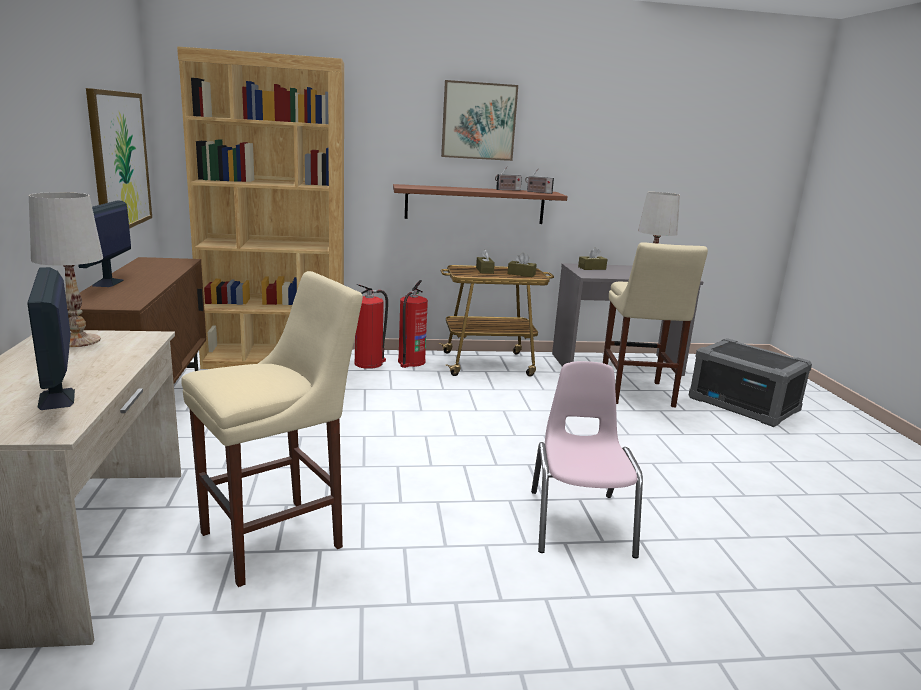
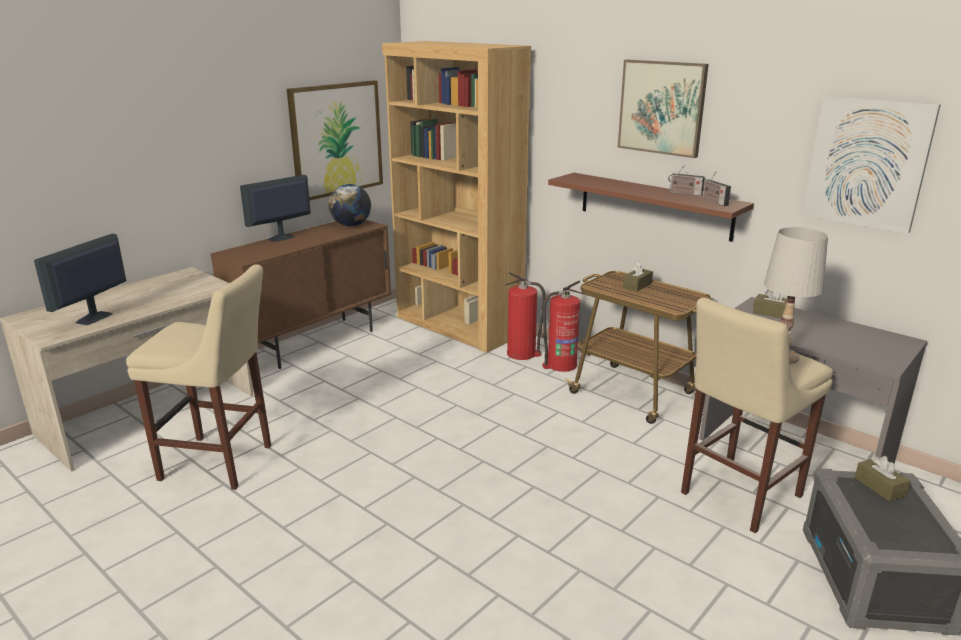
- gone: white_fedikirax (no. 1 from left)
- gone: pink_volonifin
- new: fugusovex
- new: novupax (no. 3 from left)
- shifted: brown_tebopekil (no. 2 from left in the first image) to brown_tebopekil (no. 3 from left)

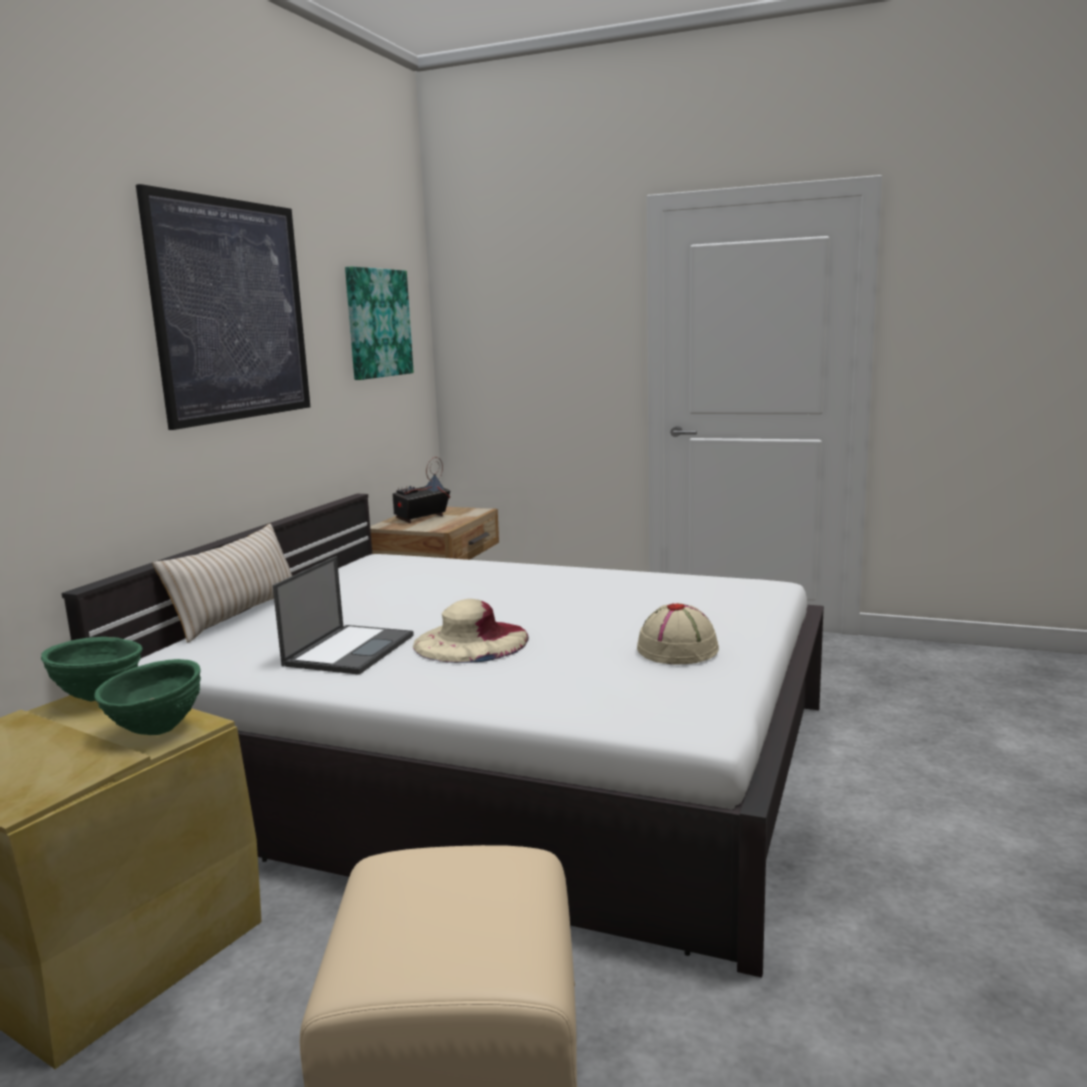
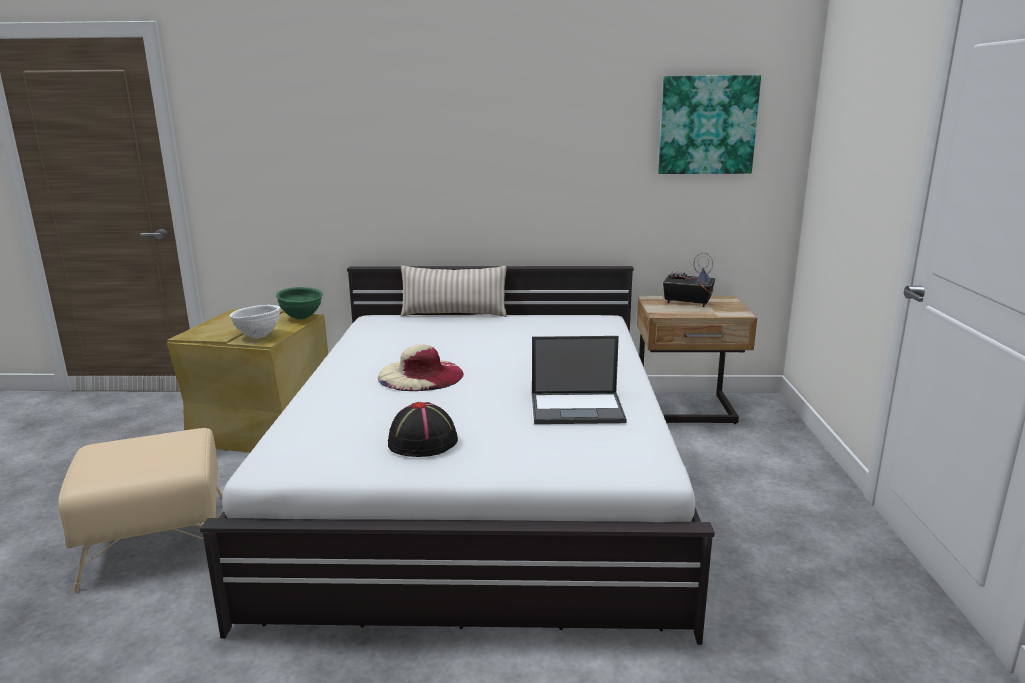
- gone: novupax (no. 1 from left)
- shifted: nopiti
- repainted: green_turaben (no. 2 from left) to white_turaben
- repainted: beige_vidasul (no. 2 from left) to black_vidasul

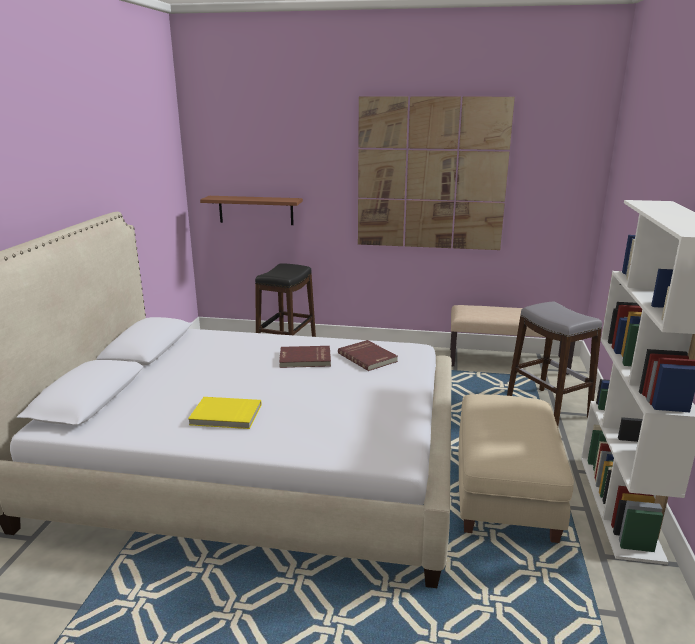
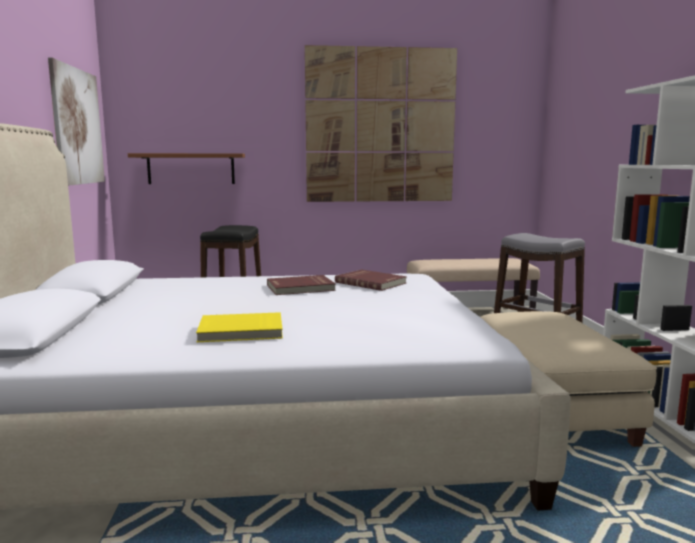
- new: novupax (no. 1 from left)

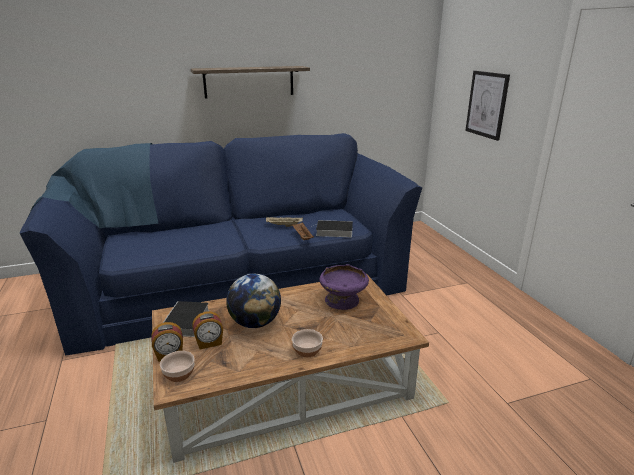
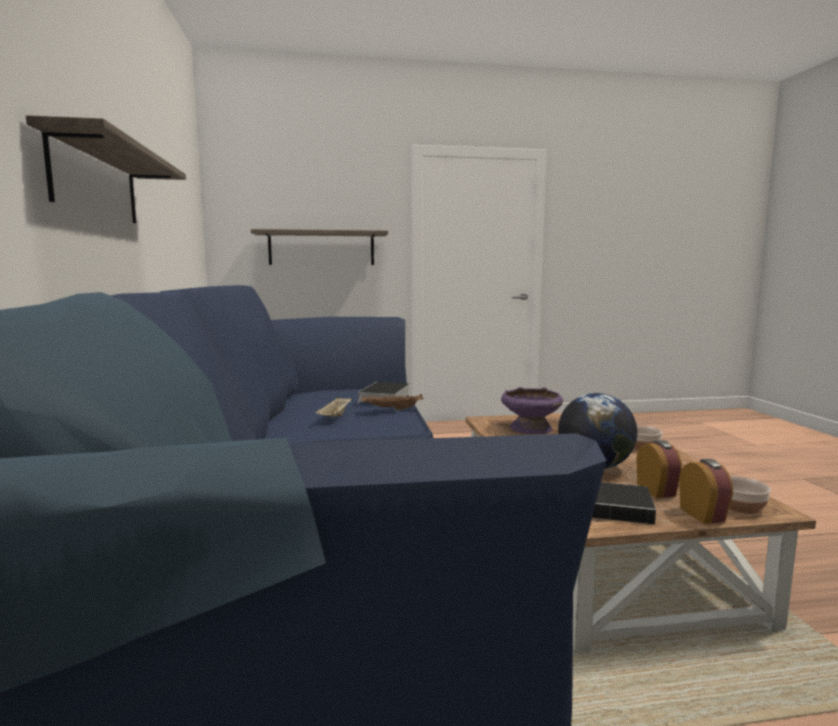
- swapped: novupax to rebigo (no. 2 from left)

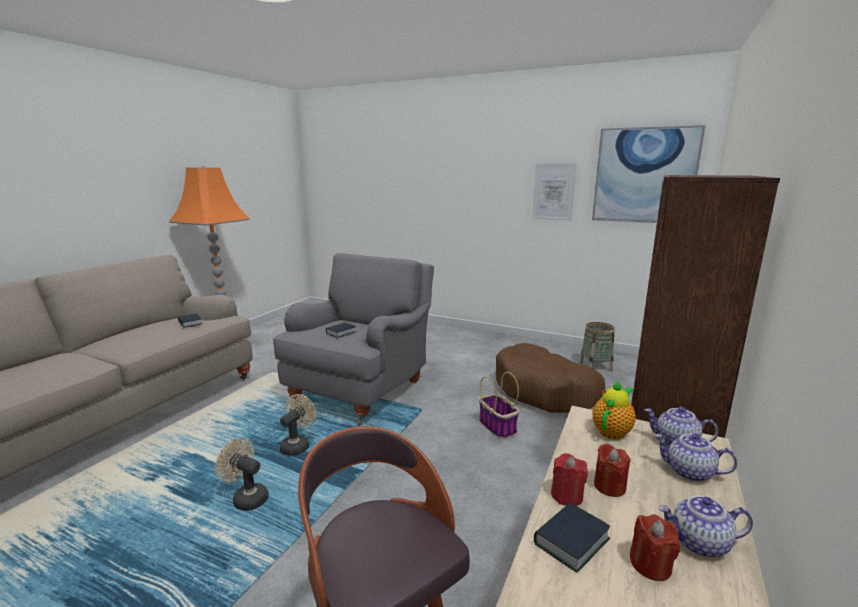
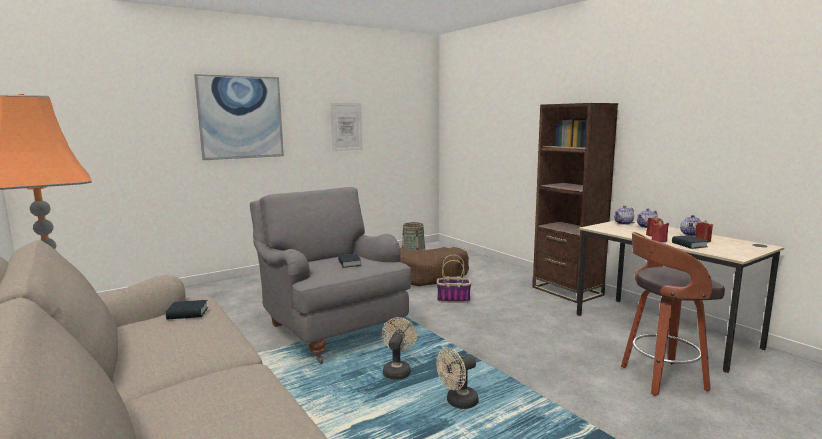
- gone: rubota (no. 1 from left)
- shifted: novupax (no. 2 from left in the first image) to novupax (no. 1 from left)
- rotated: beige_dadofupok (no. 2 from left in the first image) 45 degrees clockwise

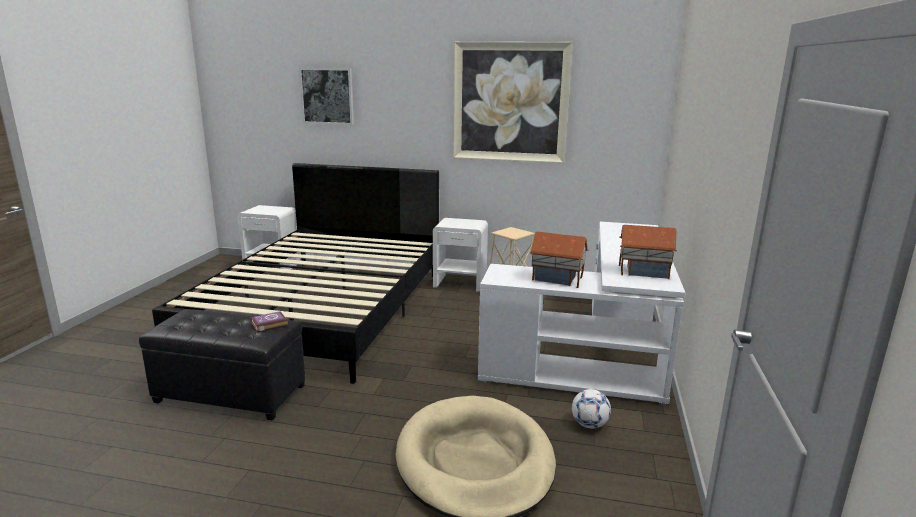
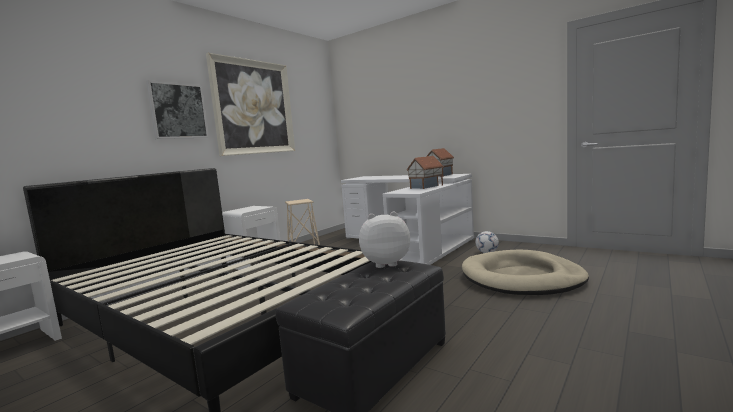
- shifted: novupax (no. 1 from left)
- swapped: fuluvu to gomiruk

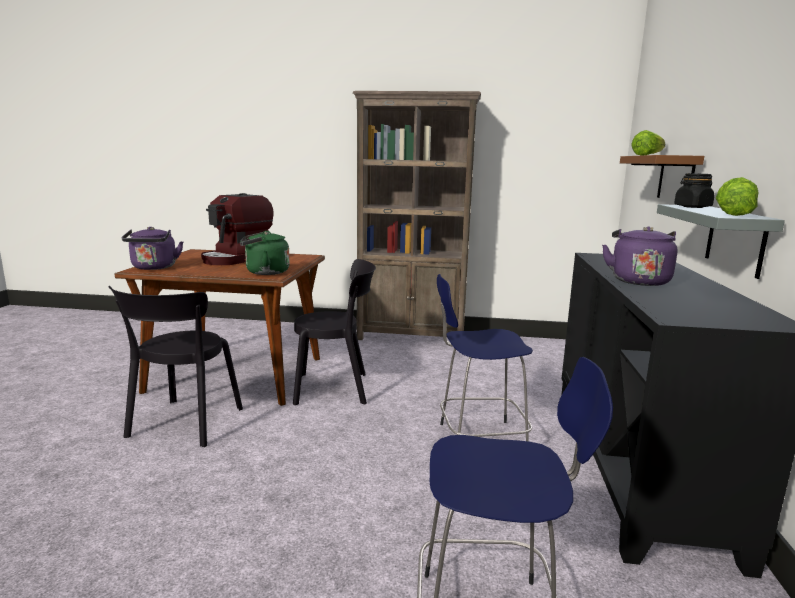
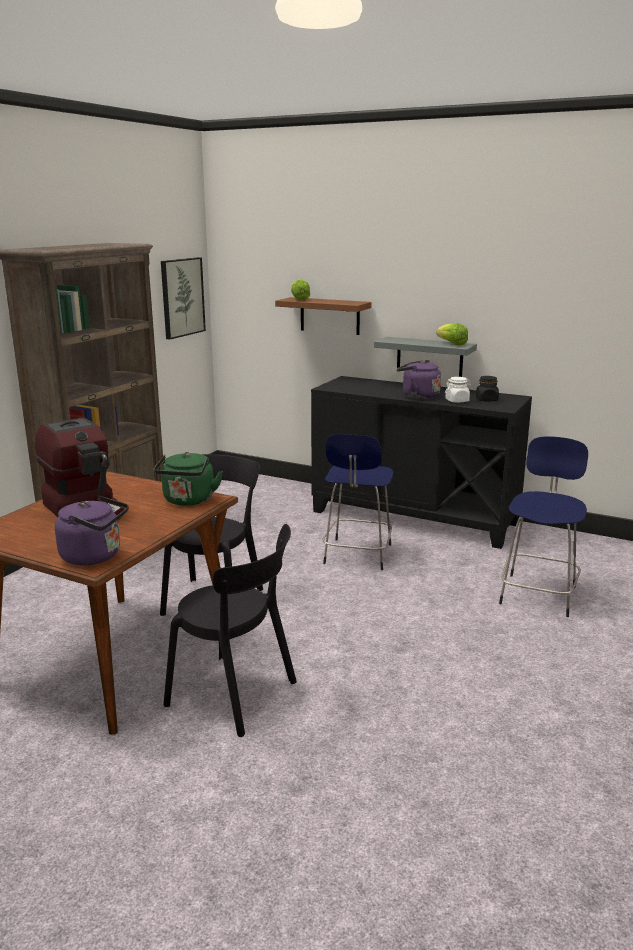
- new: novupax
- new: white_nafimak
- shifted: black_nafimak

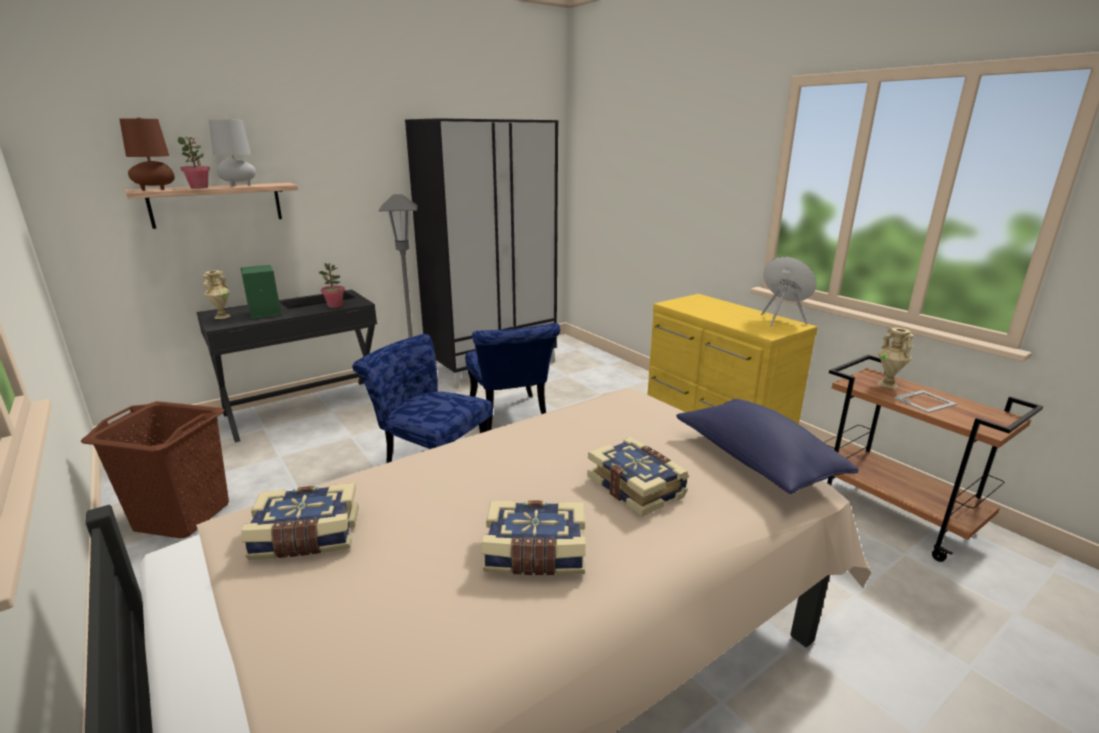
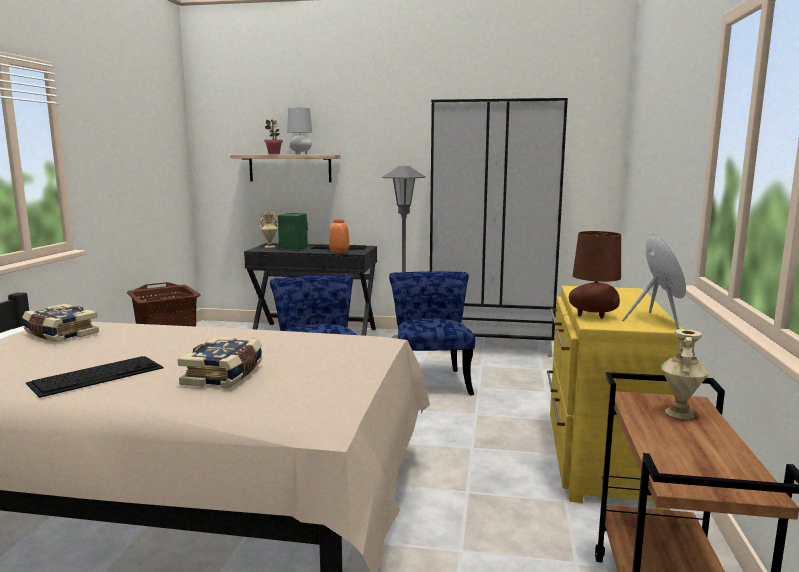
- gone: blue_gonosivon
- gone: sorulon
- shifted: brown_fedikirax
- swapped: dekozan (no. 2 from left) to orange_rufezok
- swapped: fuluvu (no. 2 from left) to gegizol (no. 1 from left)
- rotated: blue_volonifin (no. 2 from left) 150 degrees clockwise

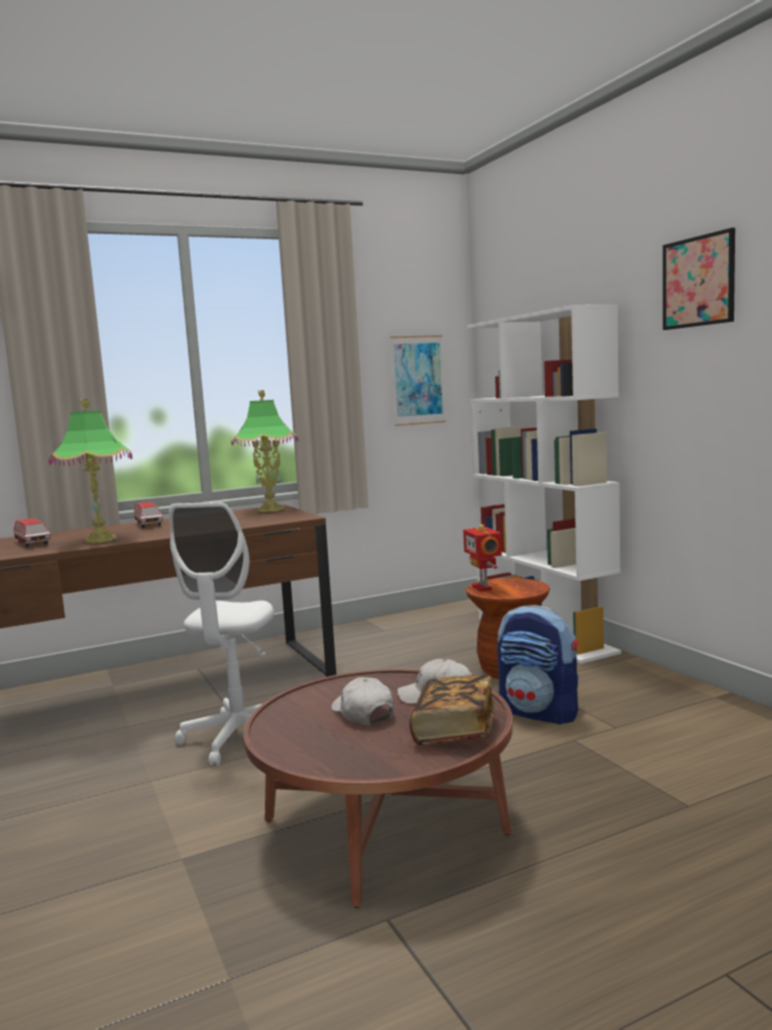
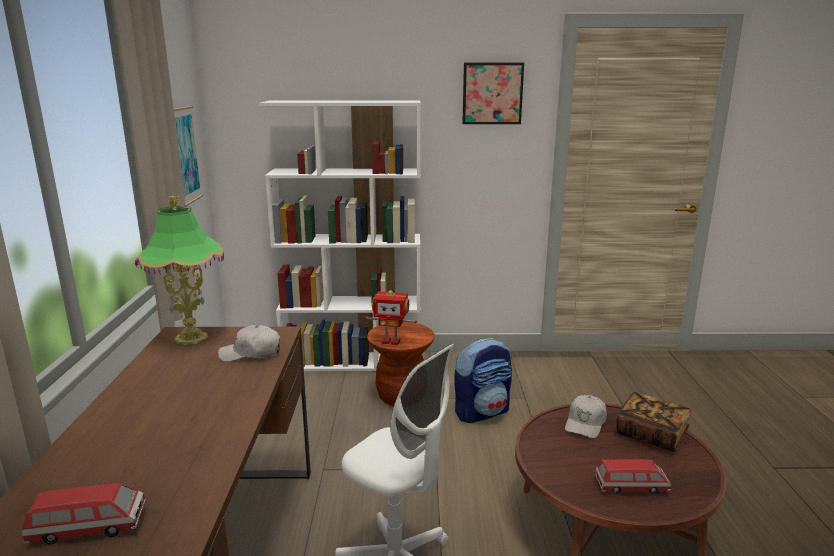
- gone: fedikirax (no. 1 from left)
- shifted: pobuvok (no. 2 from left)
- shifted: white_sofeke (no. 1 from left)

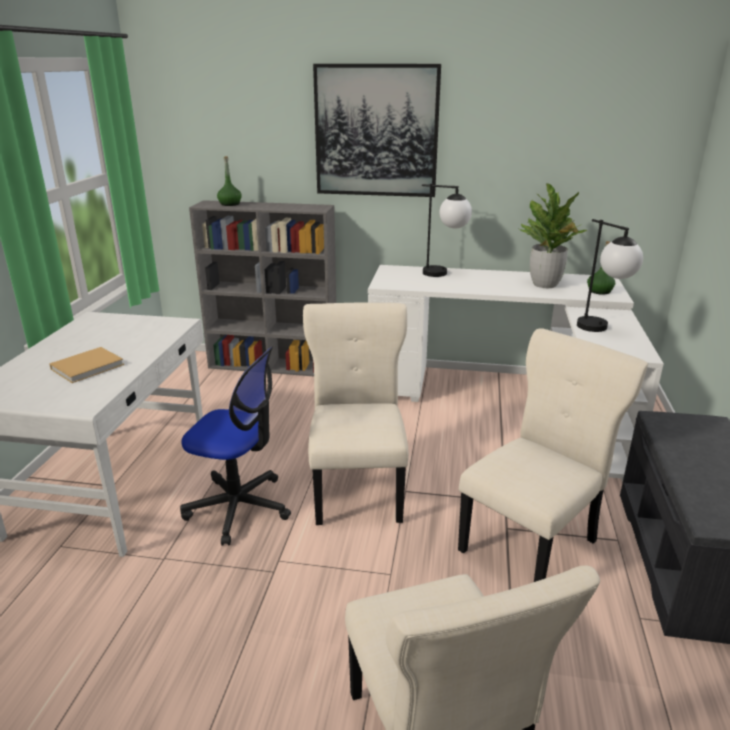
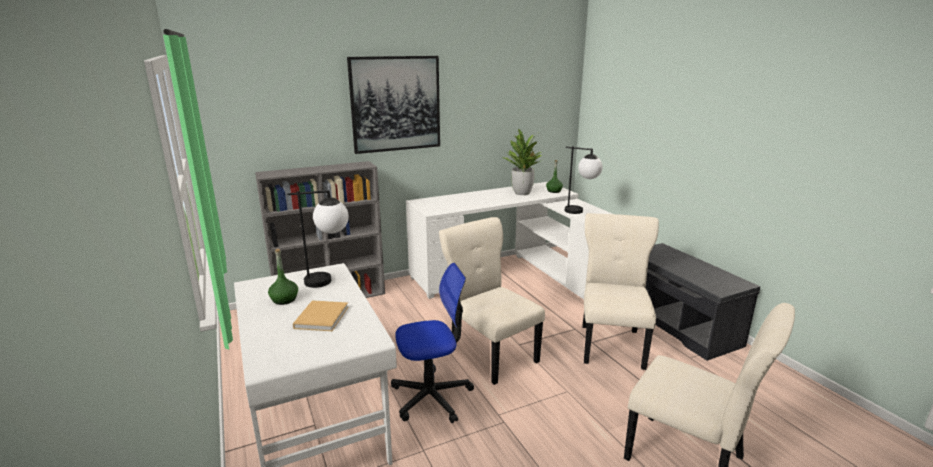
- shifted: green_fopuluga (no. 1 from left)
- shifted: fedikirax (no. 1 from left)

